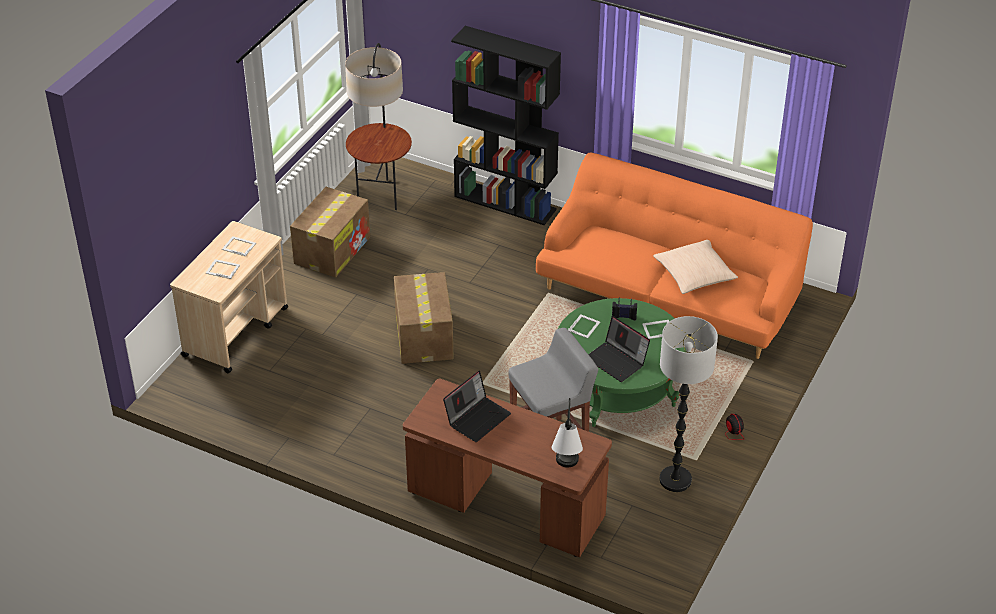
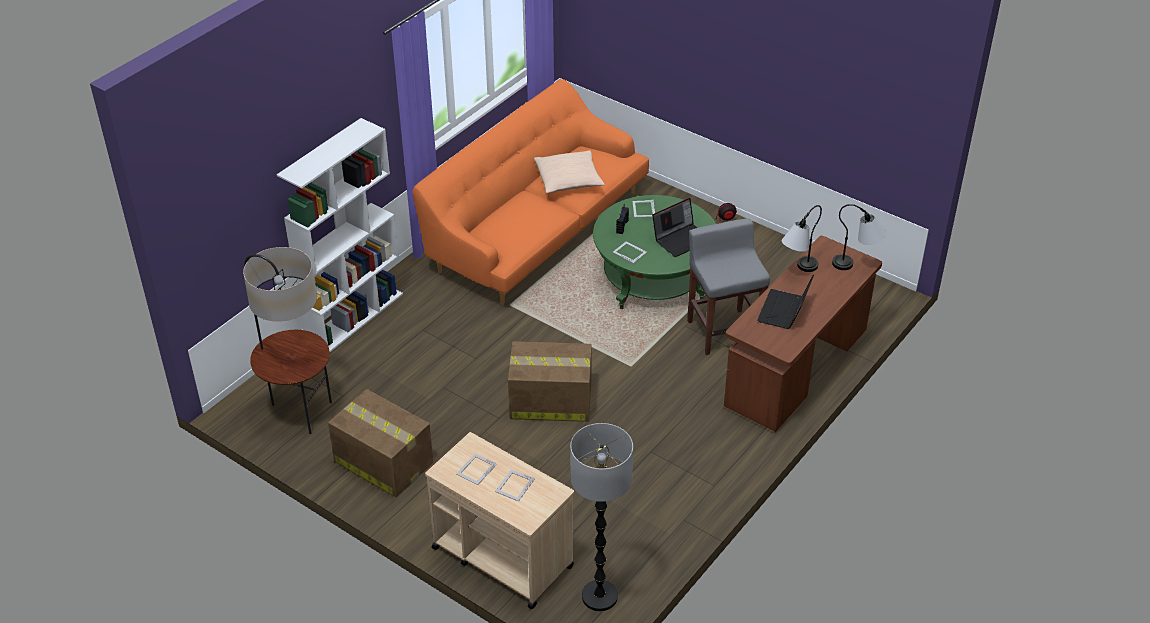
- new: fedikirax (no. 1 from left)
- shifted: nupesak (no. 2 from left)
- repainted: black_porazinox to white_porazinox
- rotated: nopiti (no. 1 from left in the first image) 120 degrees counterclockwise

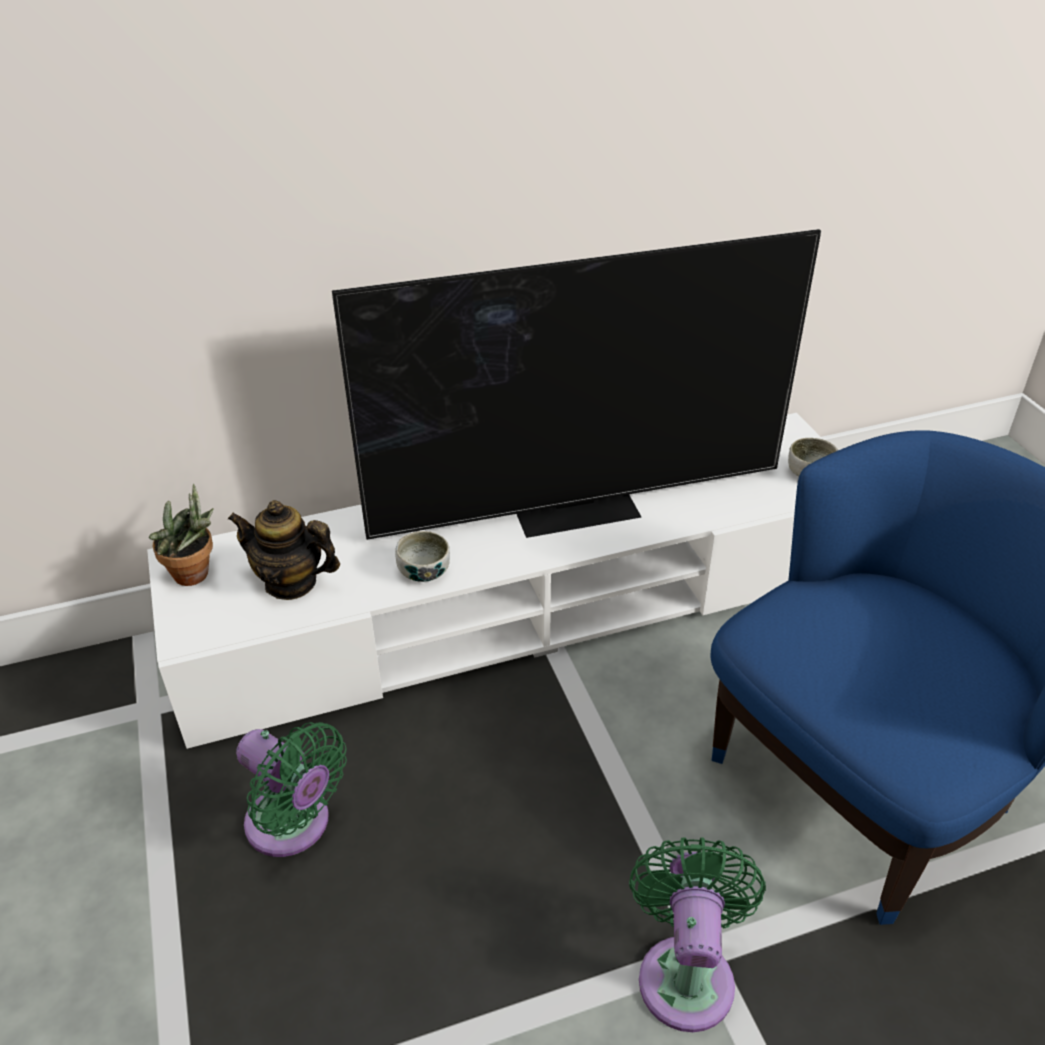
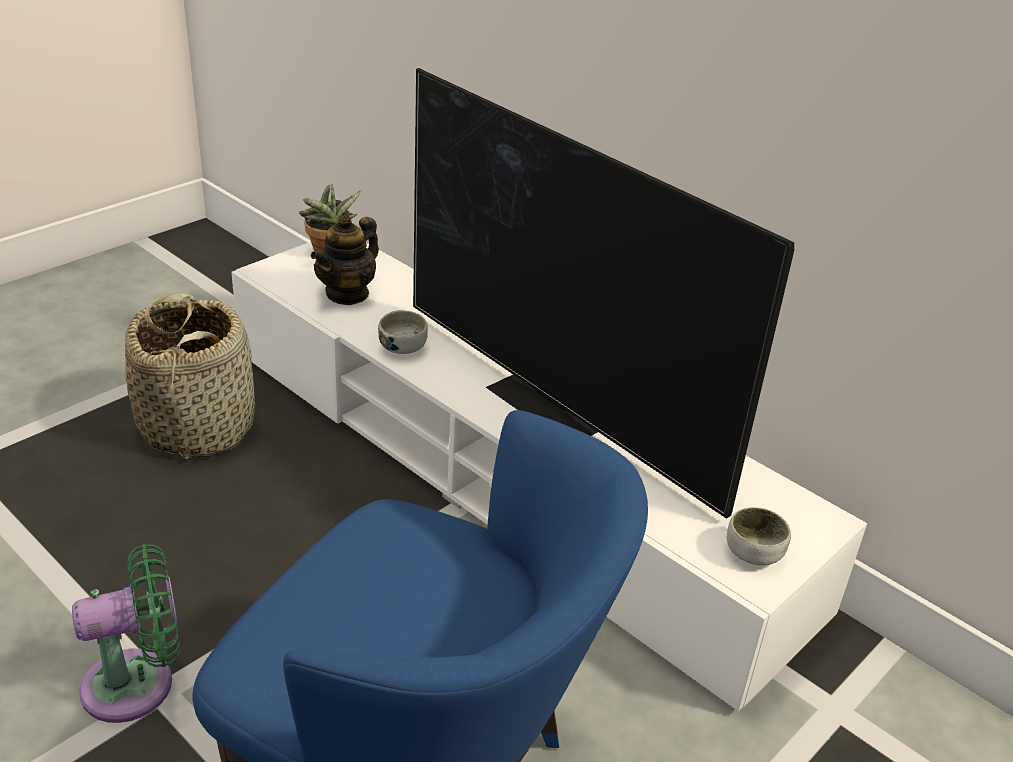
- swapped: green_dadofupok (no. 1 from left) to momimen
- rotated: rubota 135 degrees counterclockwise

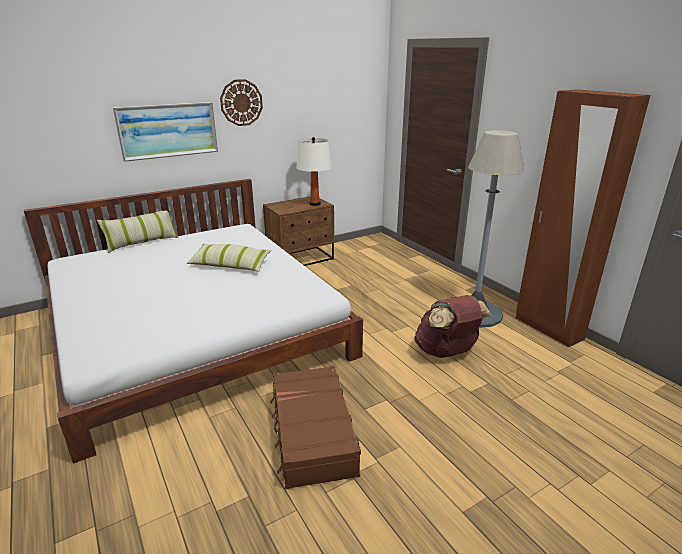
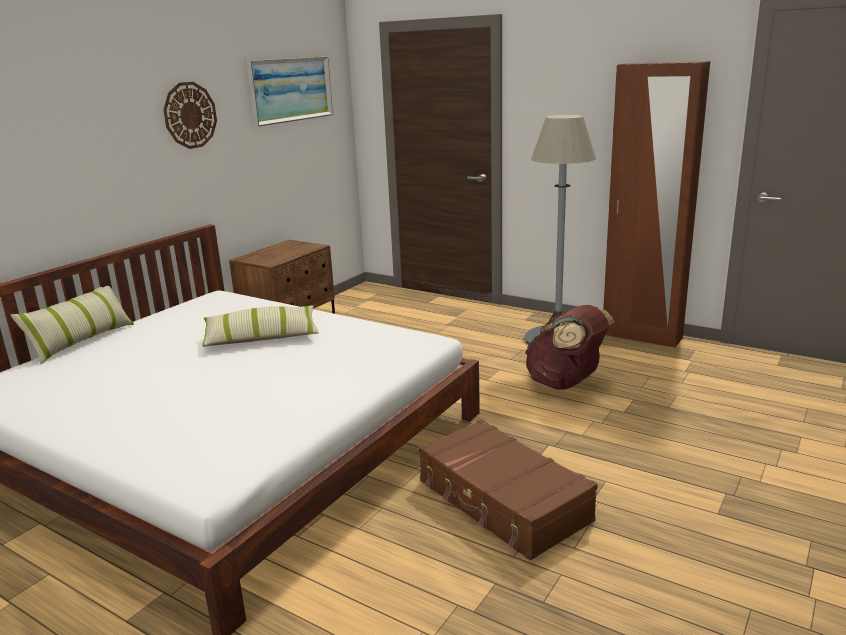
- gone: white_fedikirax
- shifted: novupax

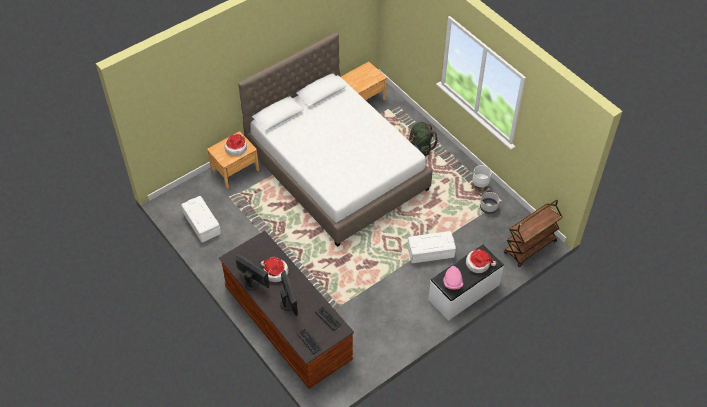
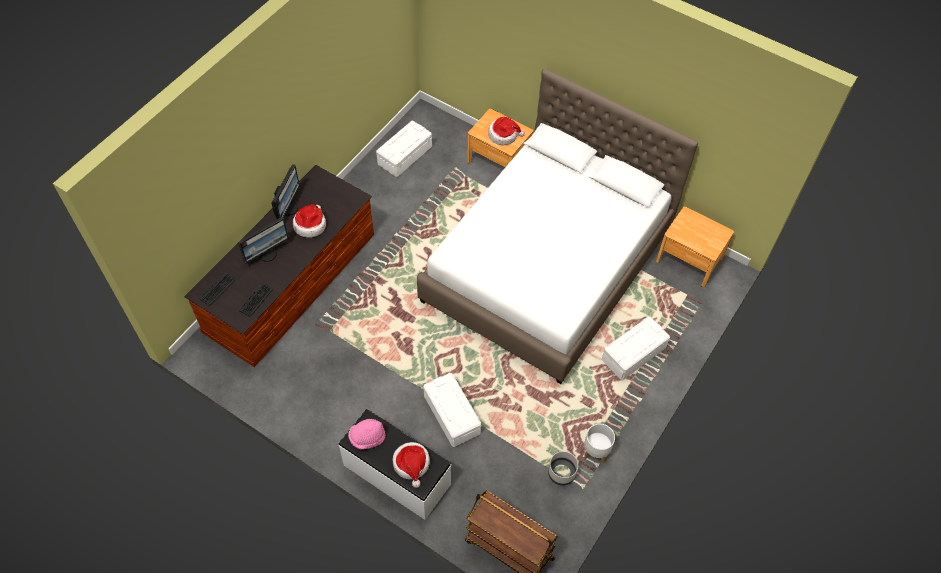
- swapped: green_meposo to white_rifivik (no. 3 from left)

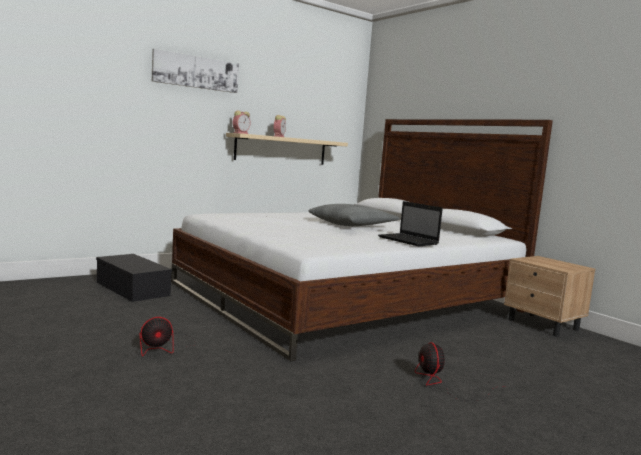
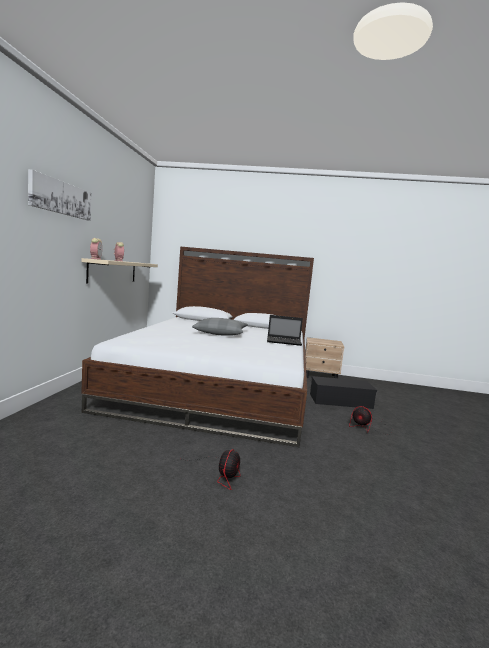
- shifted: black_rifivik

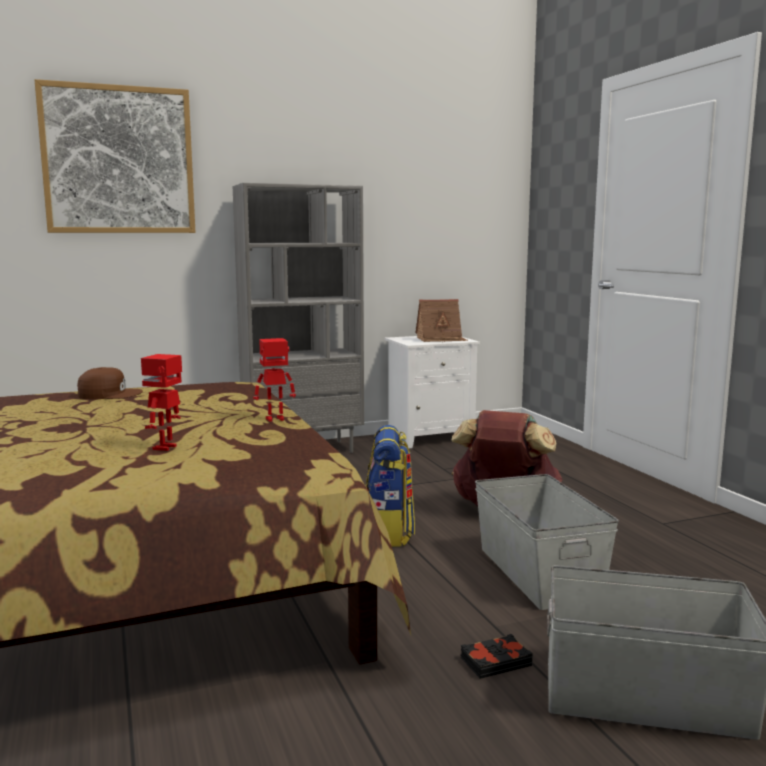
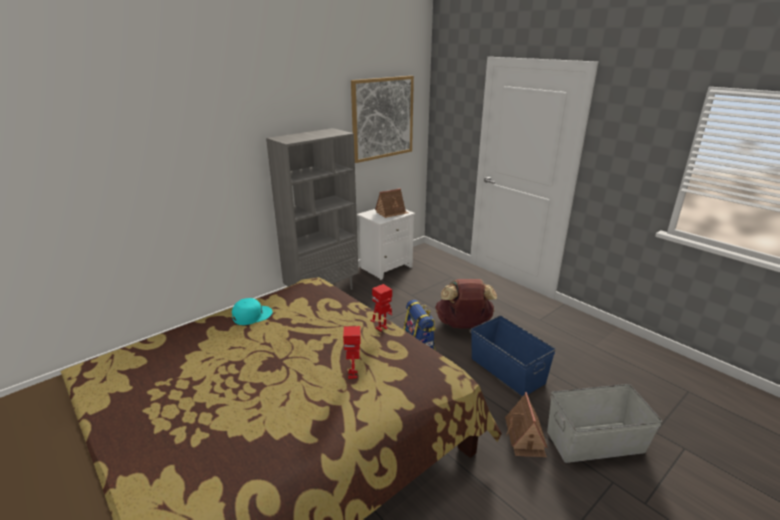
- shifted: novupax
- swapped: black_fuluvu to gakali (no. 2 from left)
- repainted: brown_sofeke to turquoise_sofeke
- repainted: grey_rifivik (no. 1 from left) to blue_rifivik

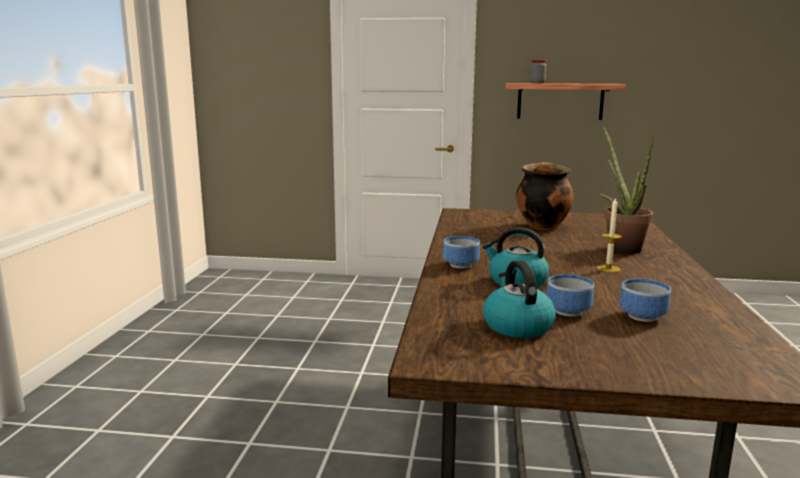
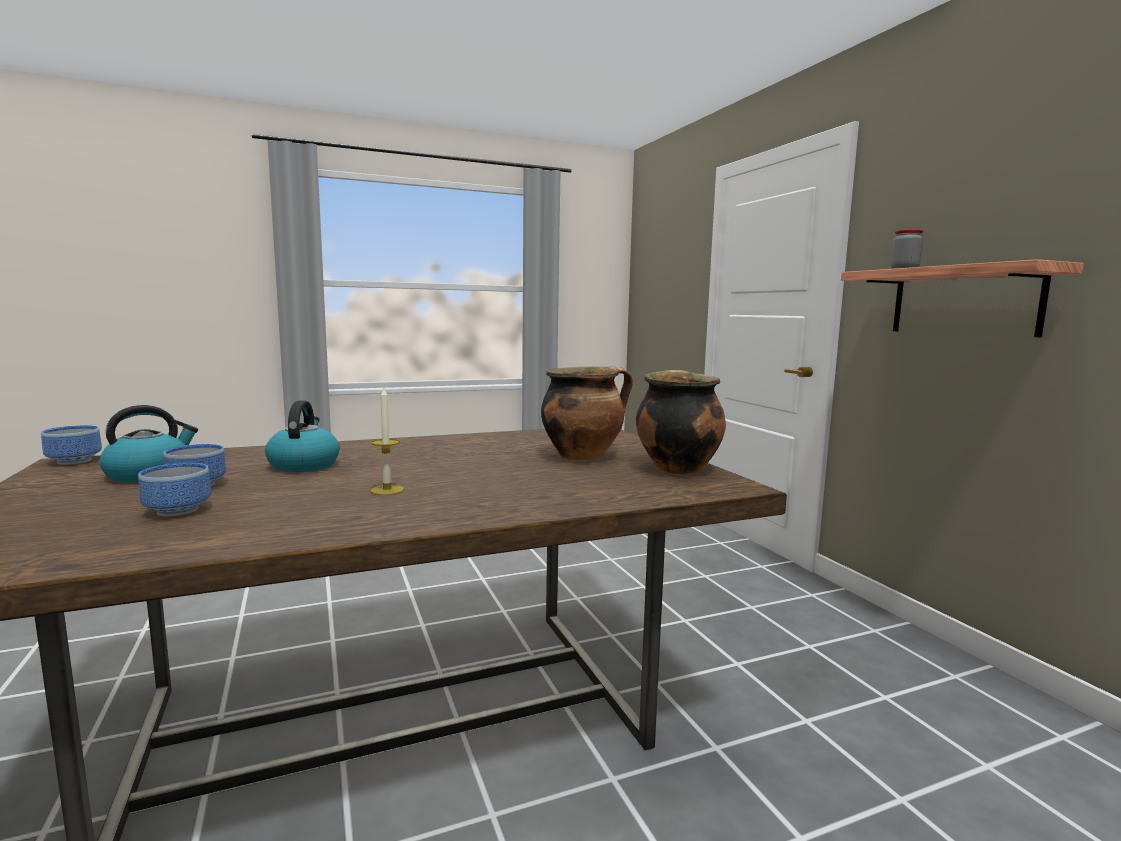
- gone: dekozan
- new: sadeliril (no. 2 from left)
- shifted: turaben (no. 1 from left)

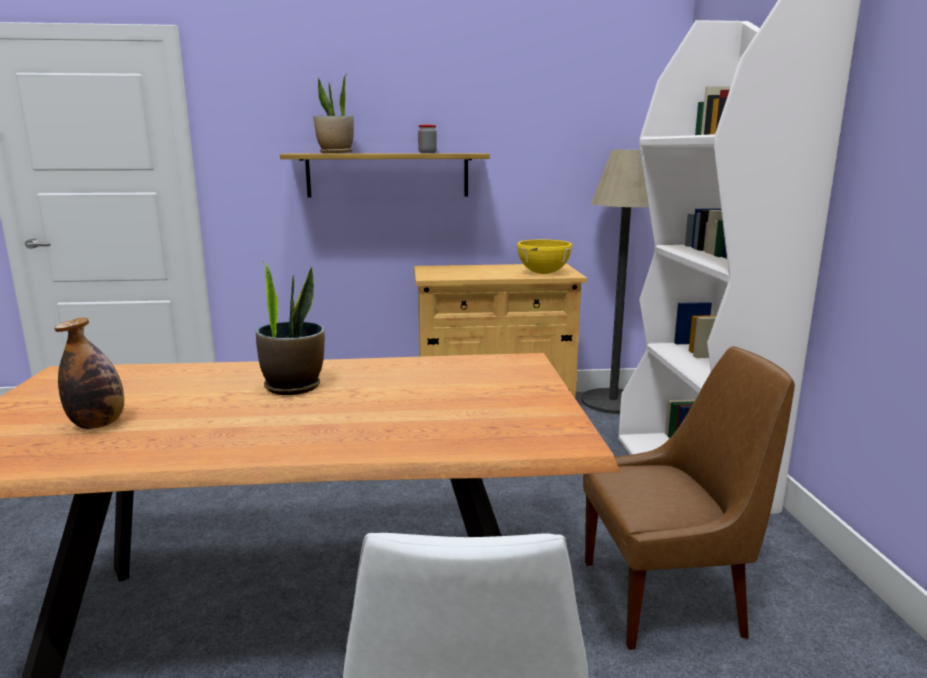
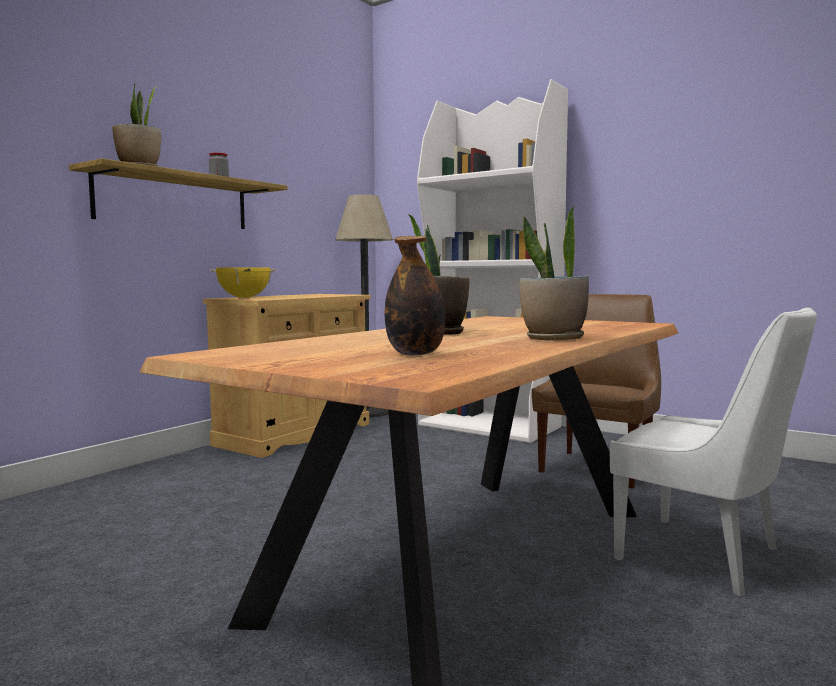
- new: dekozan (no. 3 from left)
- shifted: yellow_sadeliril

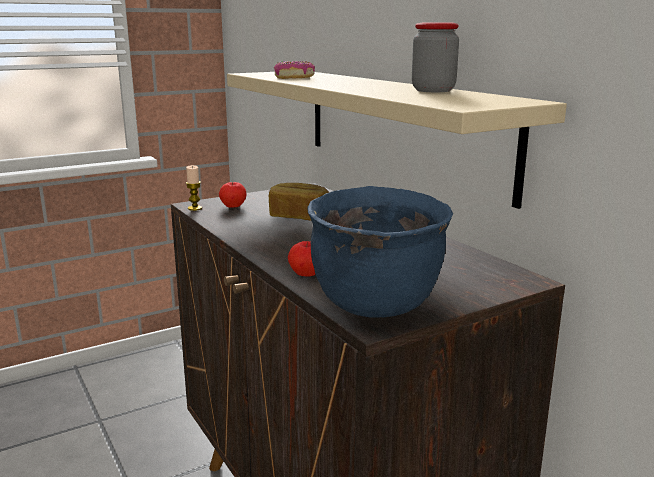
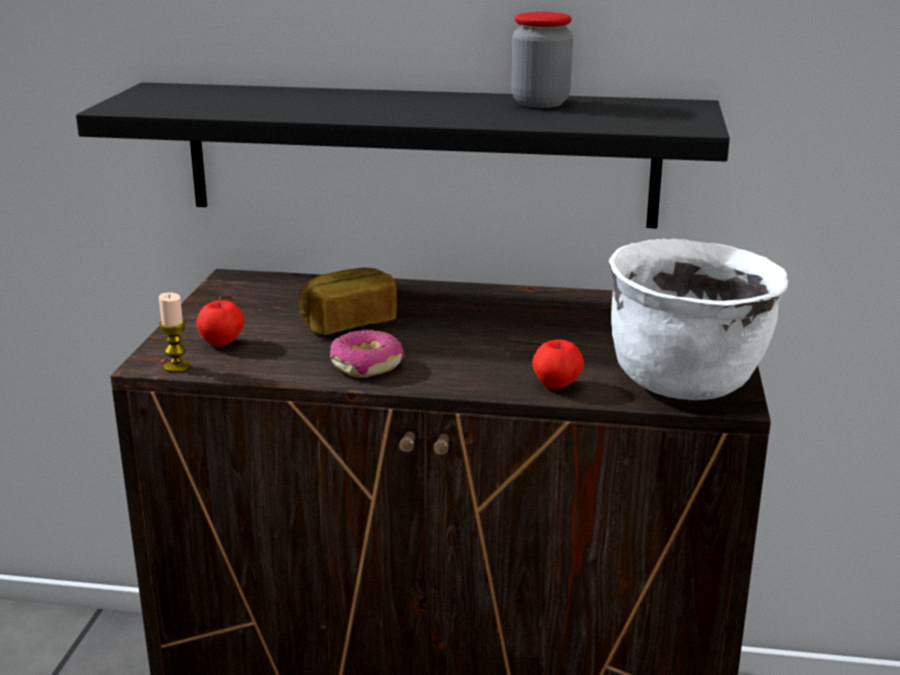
- shifted: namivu
- repainted: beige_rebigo to black_rebigo
- repainted: blue_sadeliril to white_sadeliril

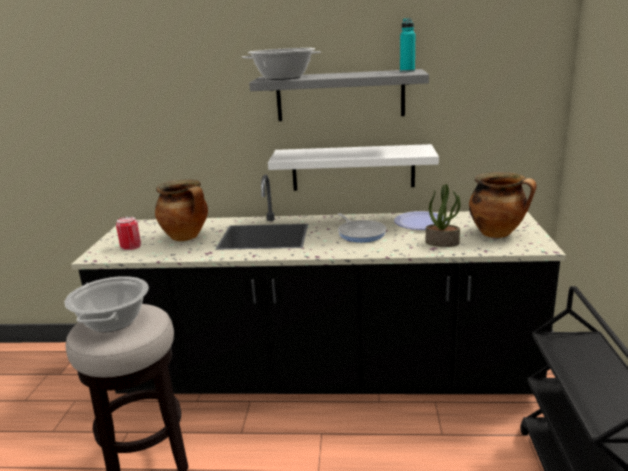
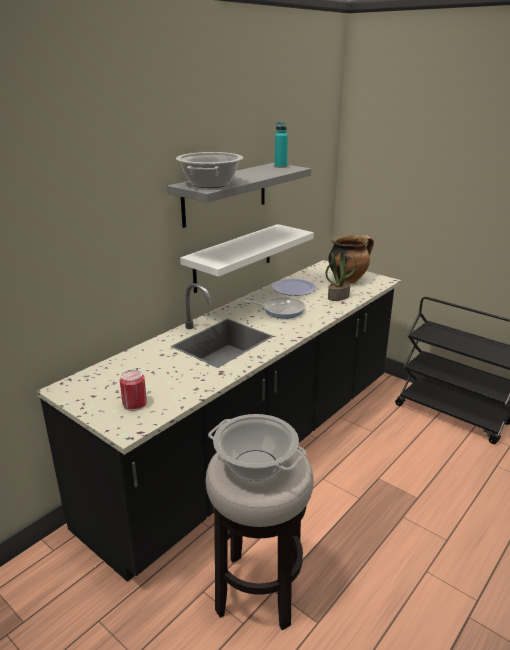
- gone: sadeliril (no. 2 from left)

